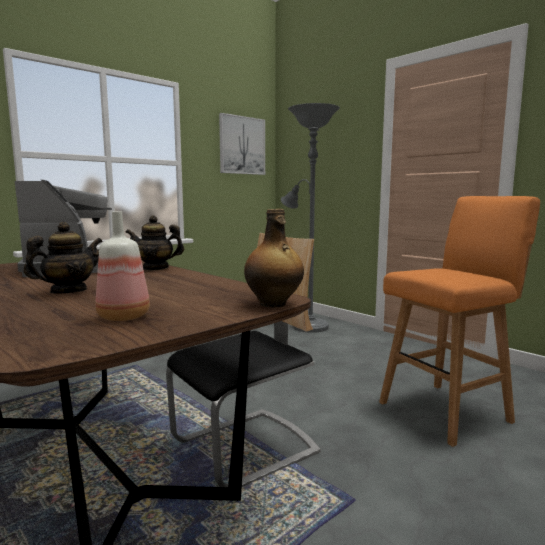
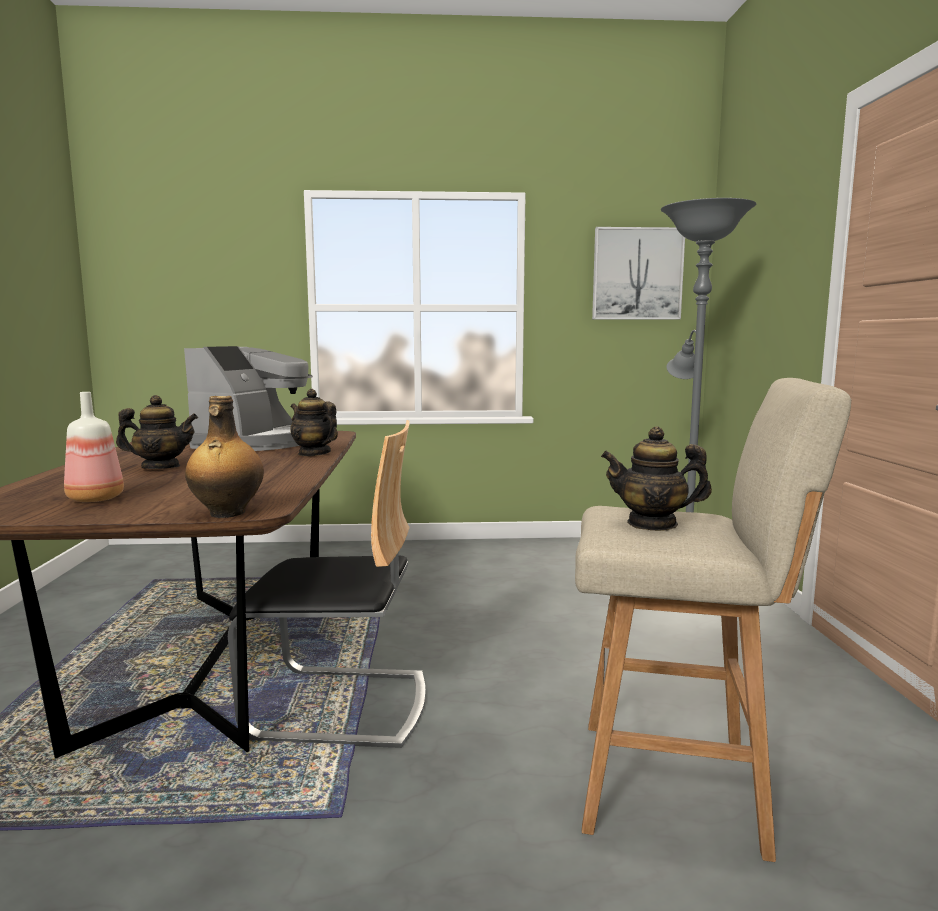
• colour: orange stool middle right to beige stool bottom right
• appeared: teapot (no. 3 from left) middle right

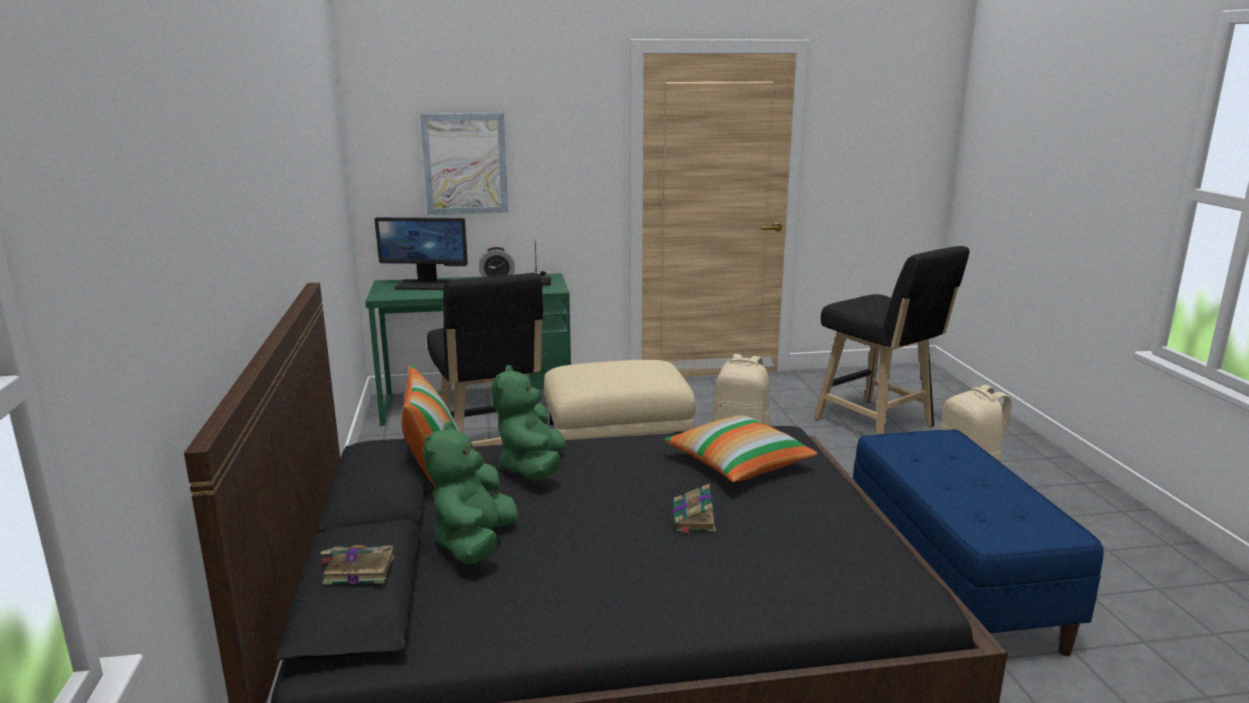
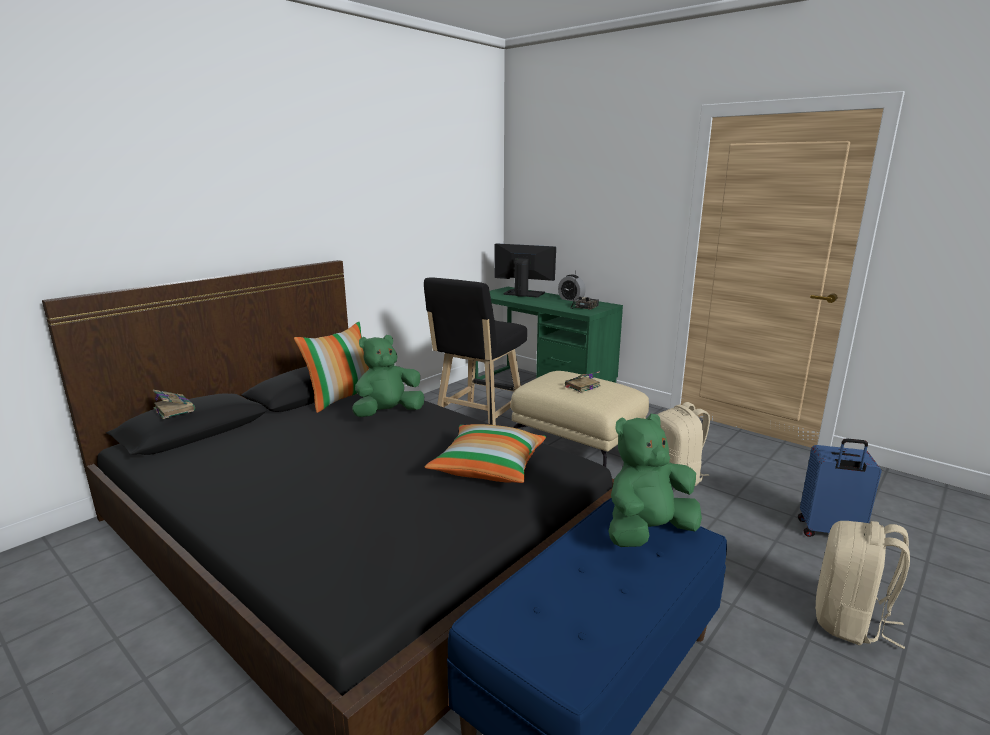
• missing: picture top centre
• spun: monitor centre = centre 150 degrees clockwise
• exchanged: black stool (no. 2 from left) middle right to blue suitcase middle right
• relocated: green plush toy (no. 1 from left in the first image) bottom centre to green plush toy (no. 2 from left) centre
• relocated: book (no. 2 from left) bottom centre to centre

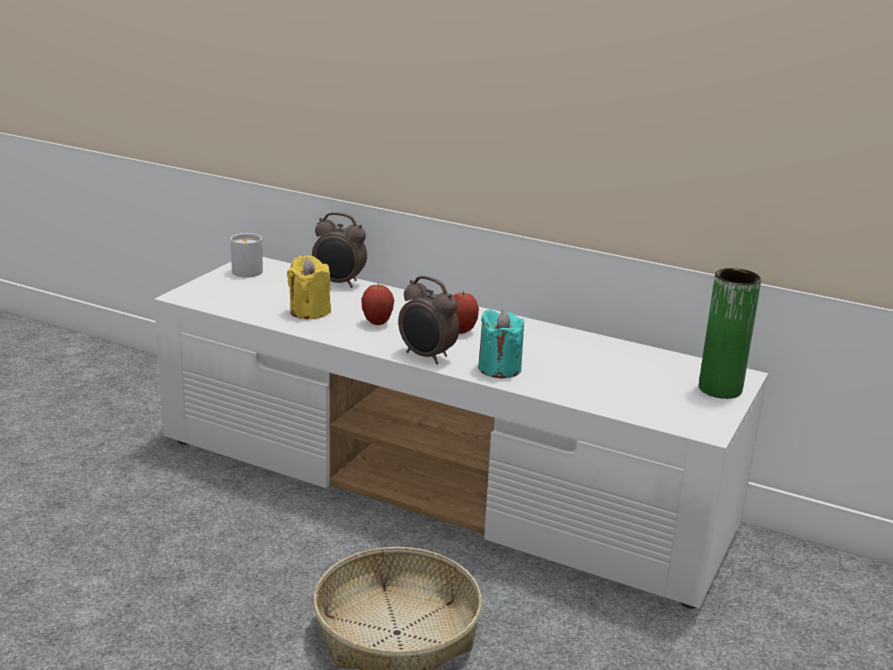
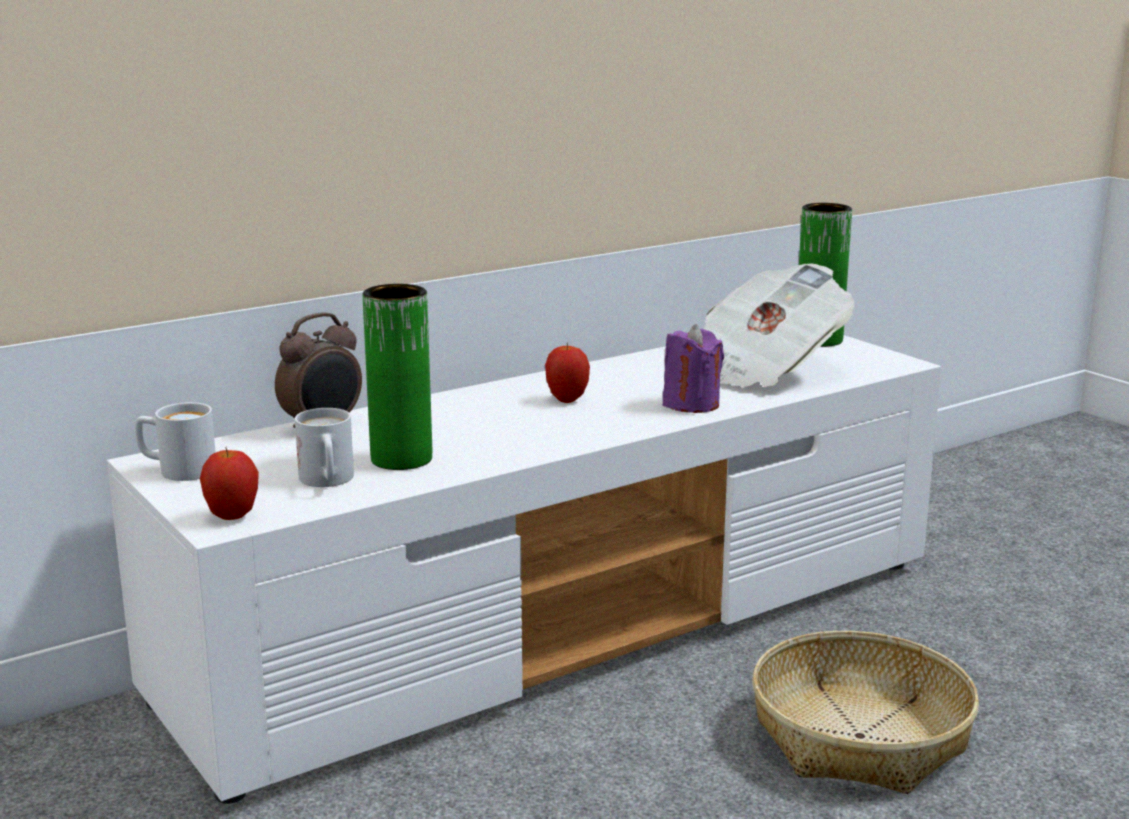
• exchanged: yellow candle centre to green vase (no. 1 from left) centre
• missing: alarm clock (no. 2 from left) centre
• relocated: apple (no. 1 from left) centre to middle left
• colour: turquoise candle centre to purple candle centre
• appeared: newspaper middle right
• appeared: white mug (no. 2 from left) middle left

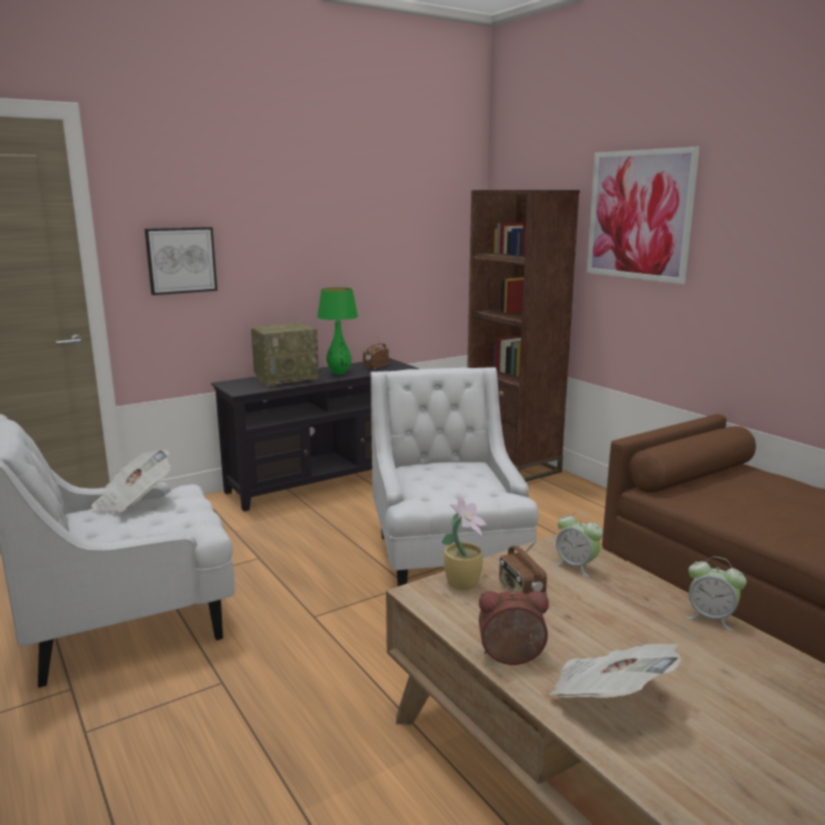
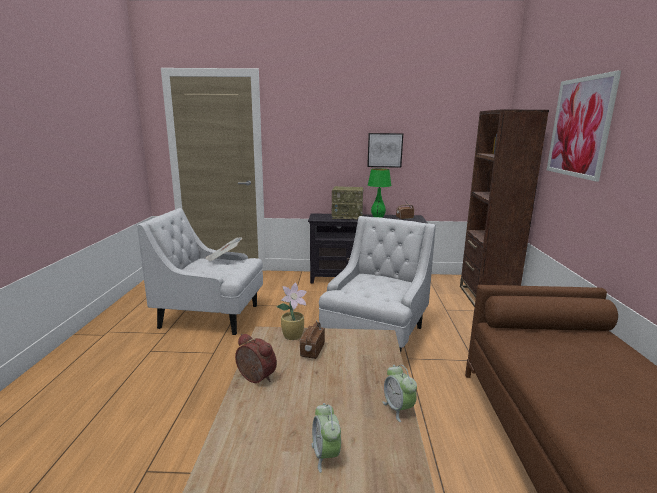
• relocated: picture (no. 1 from left) top left to top centre
• relocated: alarm clock (no. 2 from left) middle right to bottom centre
• missing: newspaper (no. 2 from left) bottom right

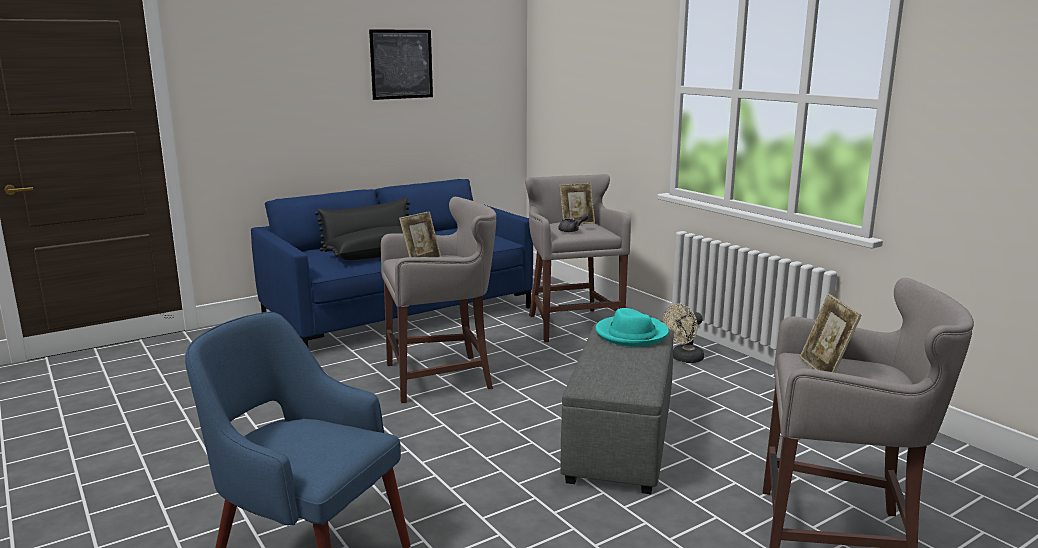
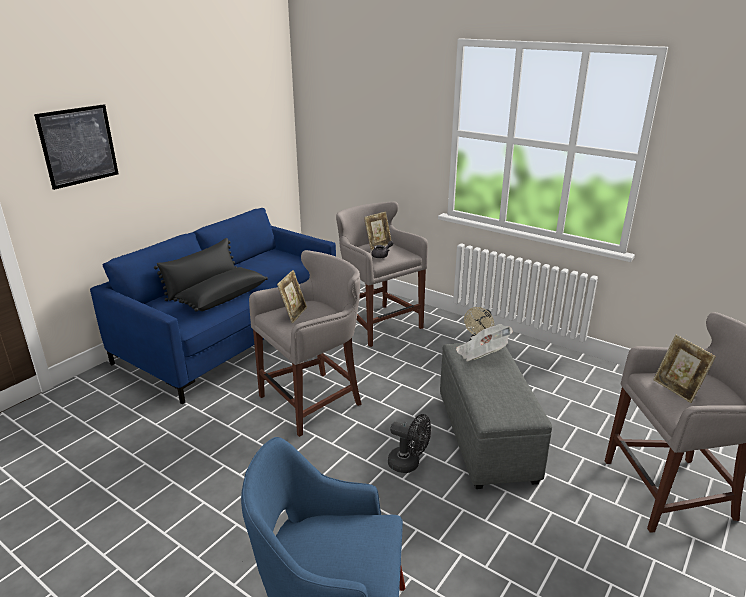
• relocated: picture top centre to top left
• exchanged: turquoise hat centre to newspaper centre
• appeared: black fan bottom centre

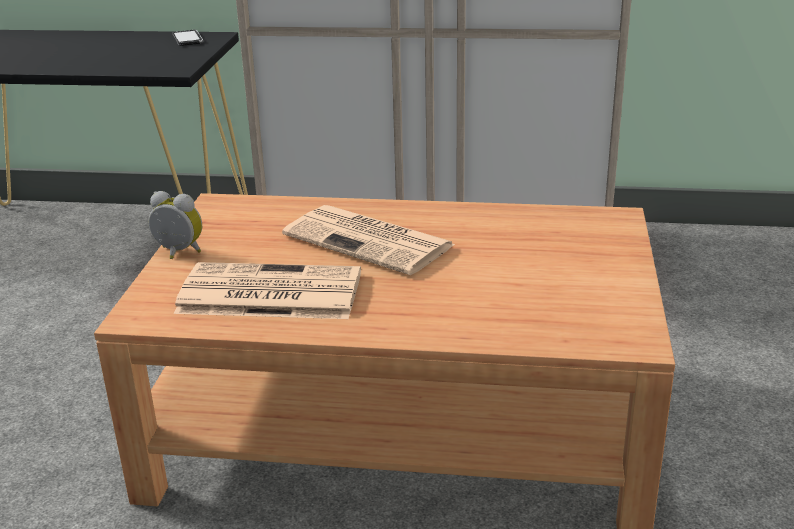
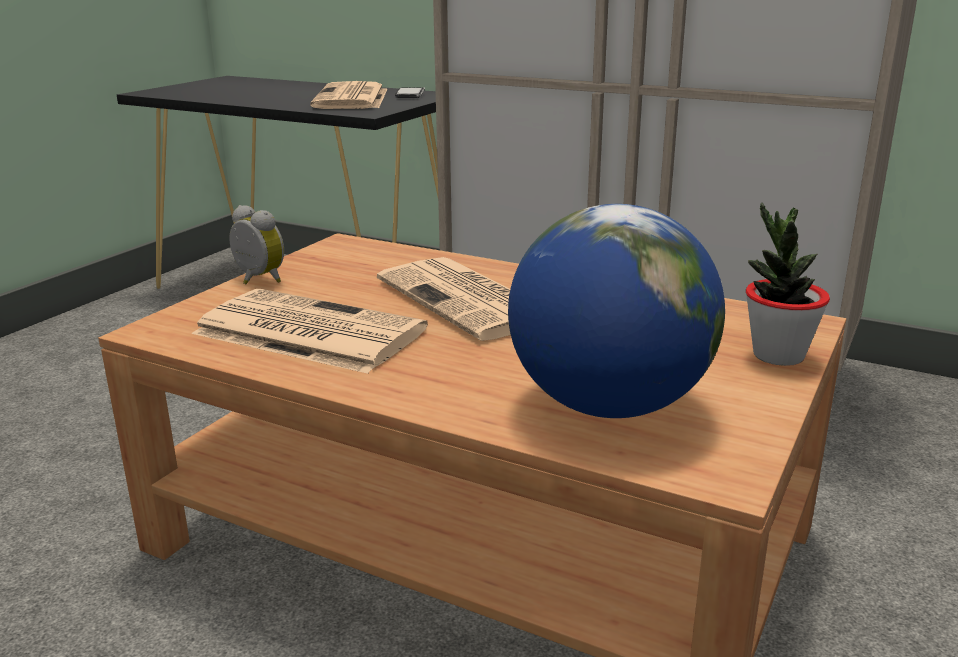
• appeared: newspaper (no. 2 from left) top centre
• appeared: potted plant middle right
• appeared: globe centre

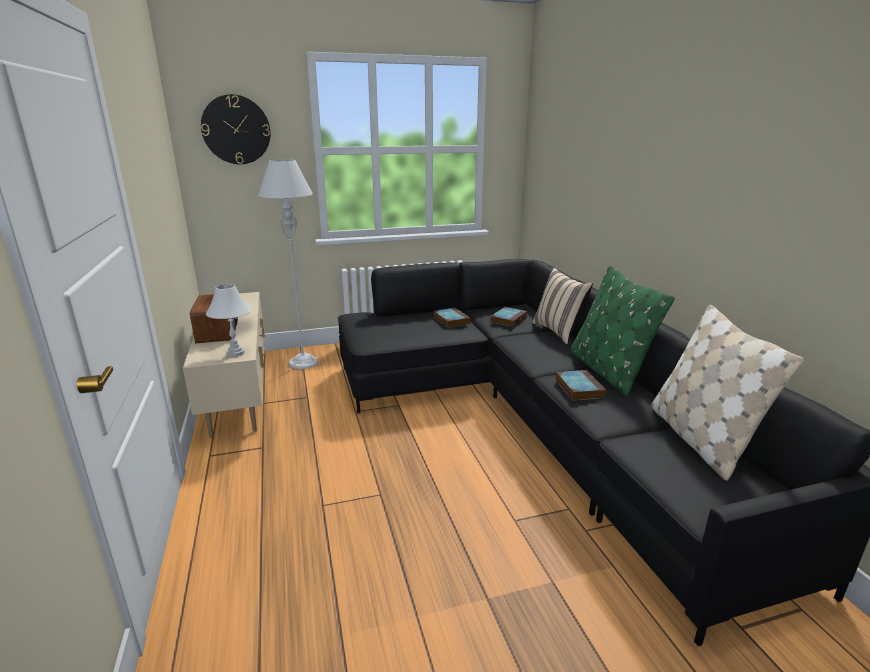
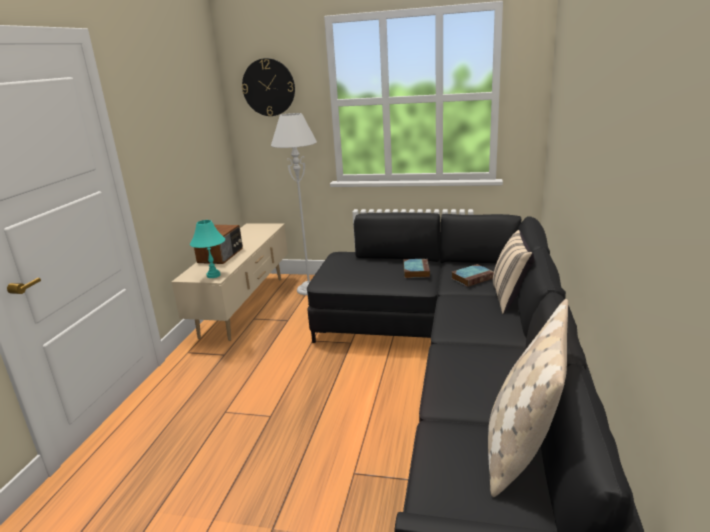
• missing: green pillow middle right
• colour: white table lamp middle left to turquoise table lamp middle left
• missing: book (no. 3 from left) middle right

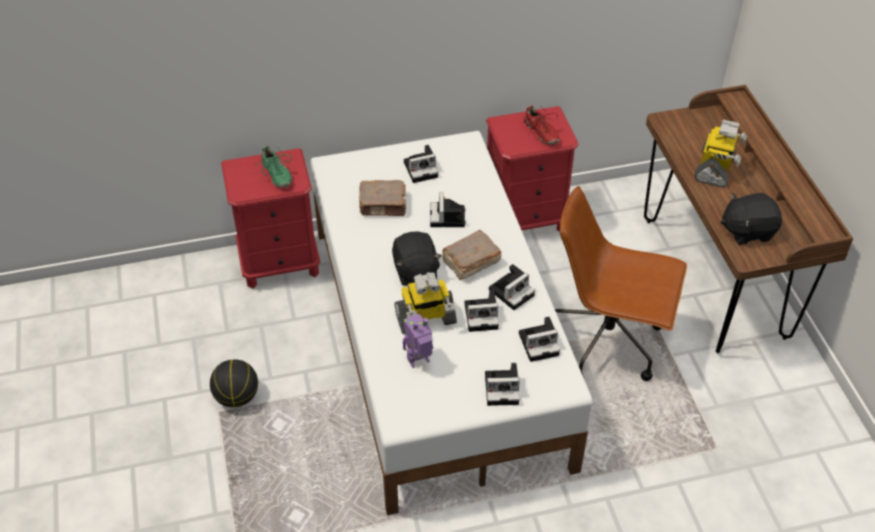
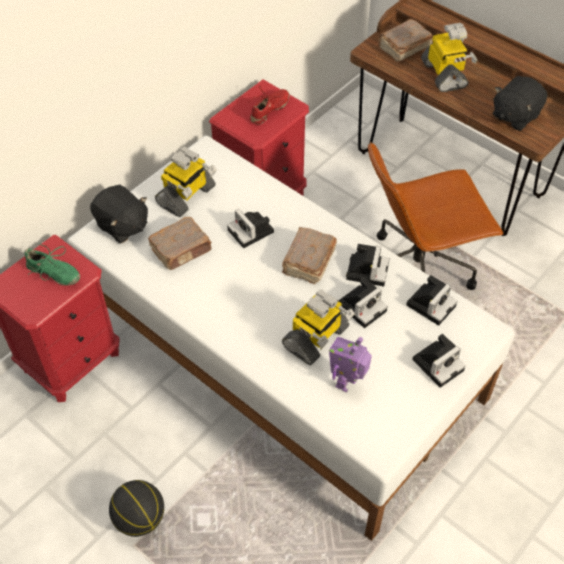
• spun: red shoe top centre = top centre 75 degrees counterclockwise
• exchanged: photo camera (no. 1 from left) top centre to toy robot (no. 1 from left) top left
• relocated: black plush toy (no. 1 from left) centre to middle left
• appeared: brown book (no. 3 from left) top right

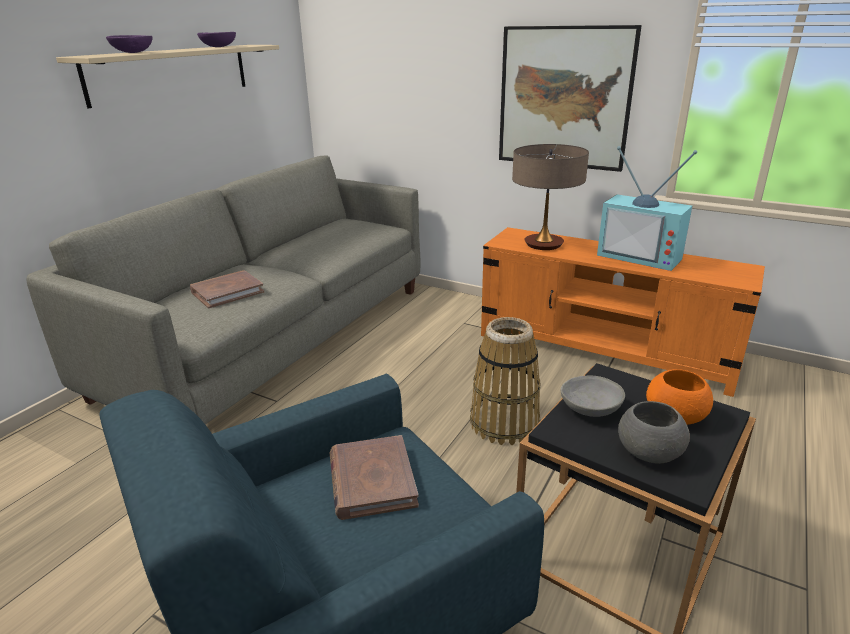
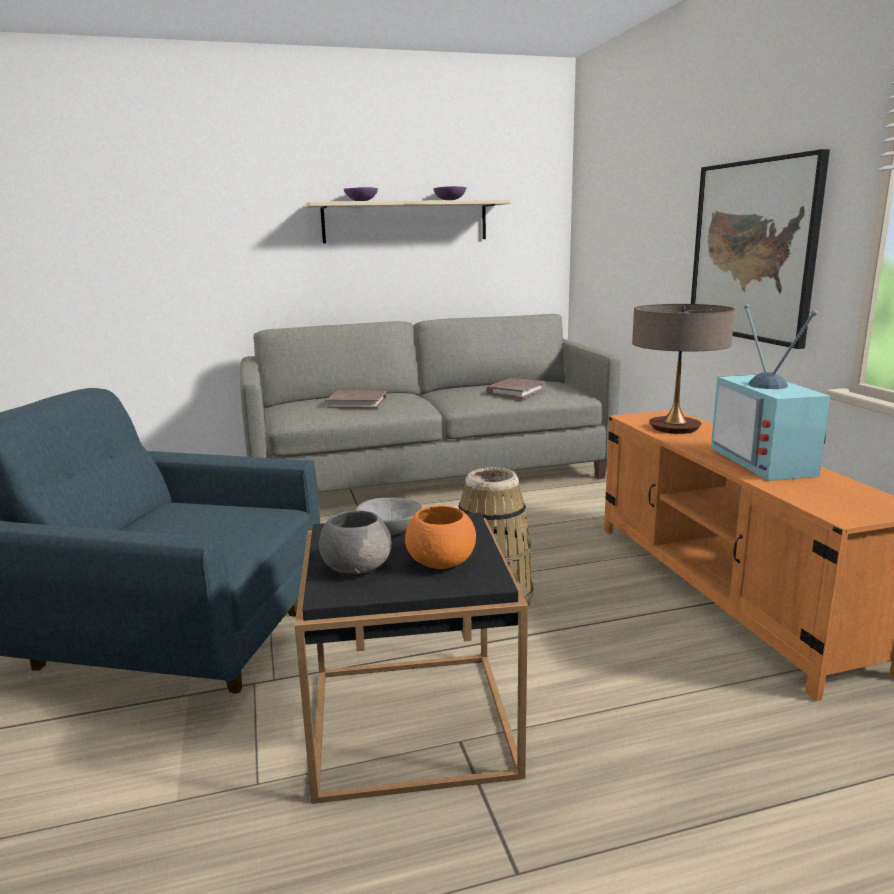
• relocated: brown book (no. 2 from left) bottom centre to centre

